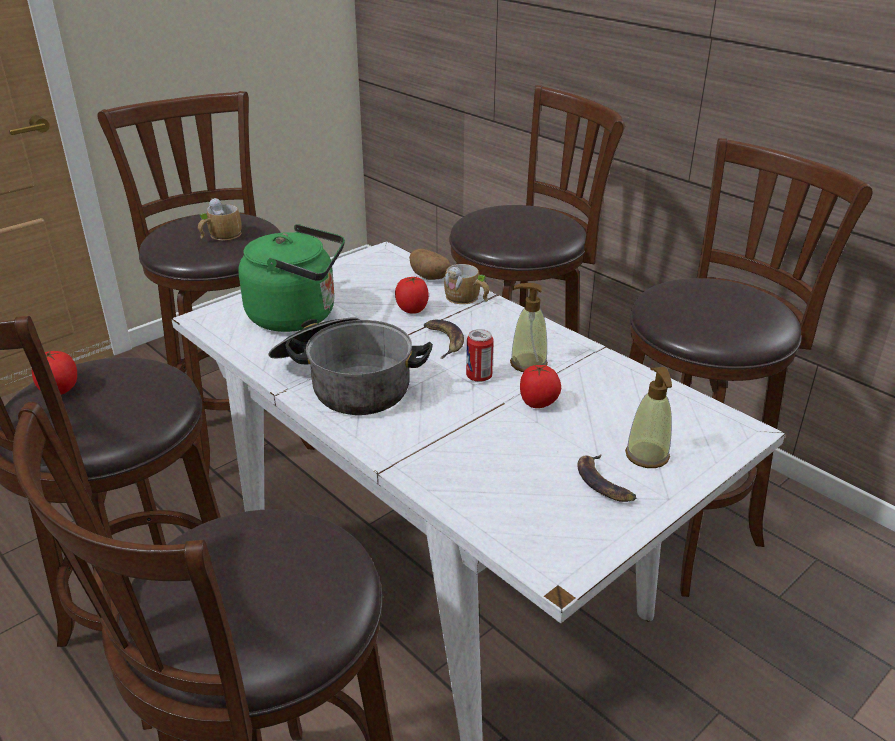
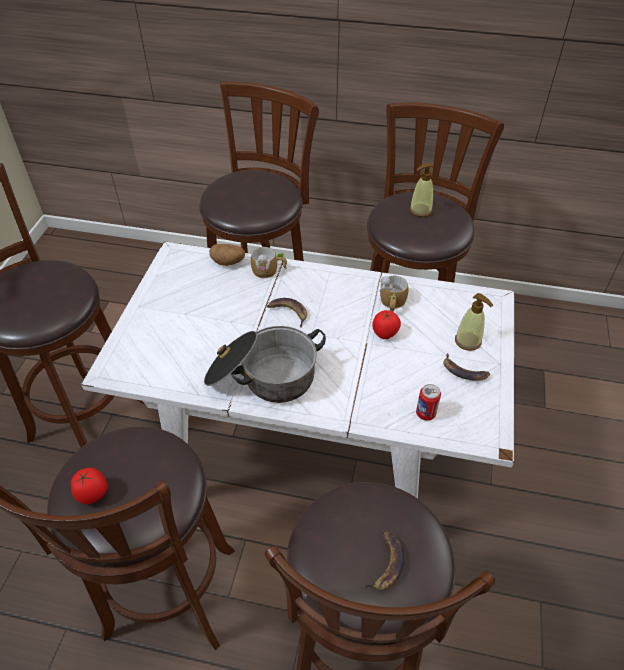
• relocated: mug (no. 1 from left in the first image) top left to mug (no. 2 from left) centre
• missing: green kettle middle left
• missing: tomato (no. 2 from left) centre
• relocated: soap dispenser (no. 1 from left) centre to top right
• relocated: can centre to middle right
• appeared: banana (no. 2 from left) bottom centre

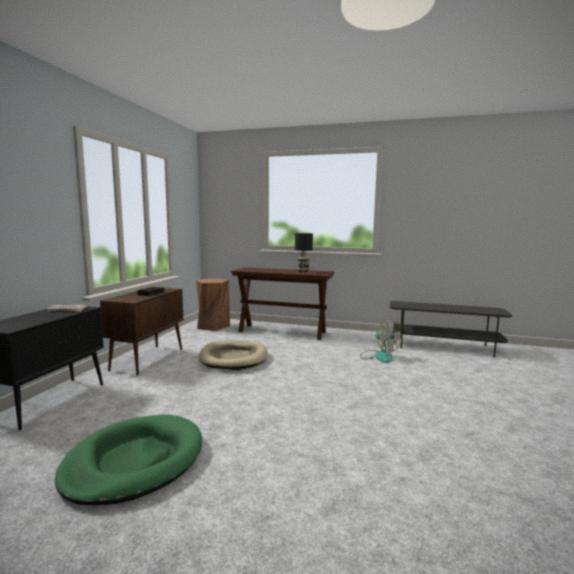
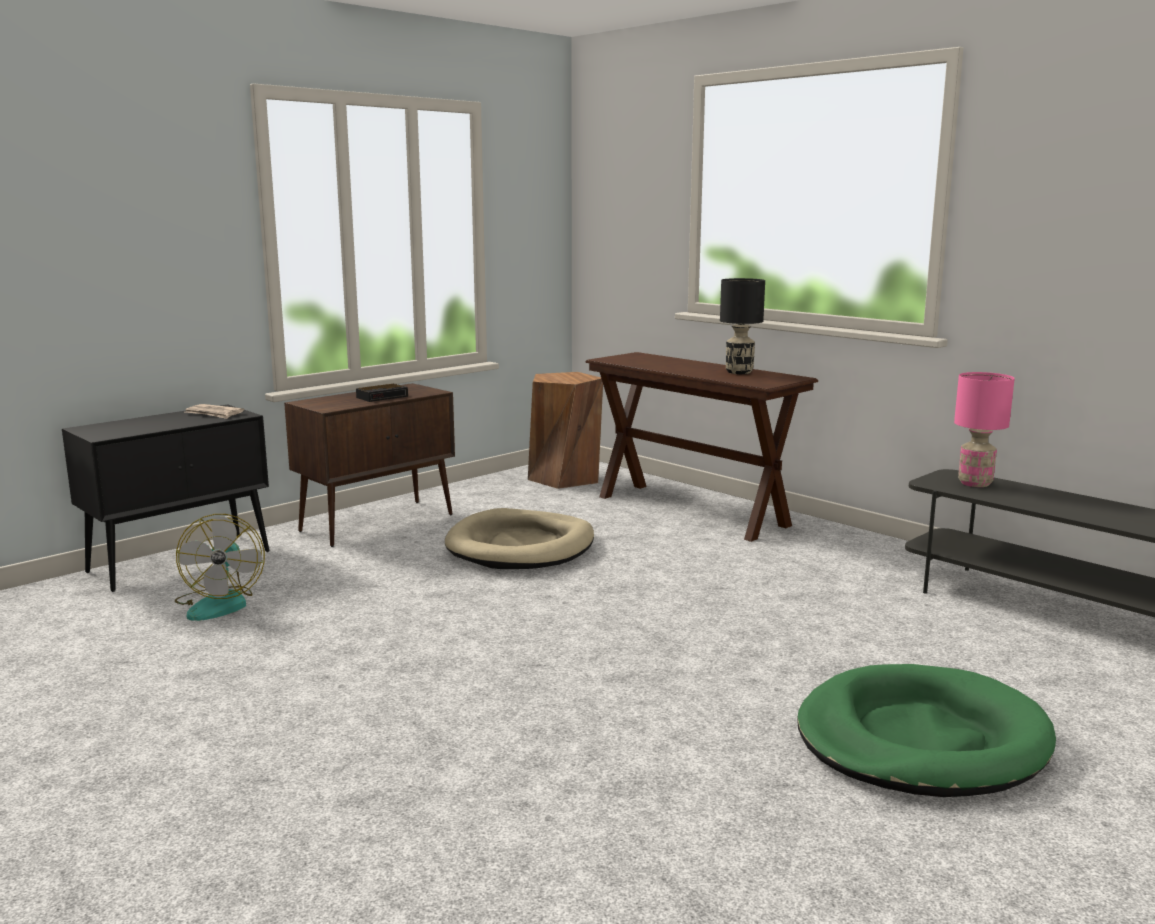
• relocated: fan centre to middle left
• relocated: green dog bed bottom left to bottom right
• appeared: pink table lamp middle right

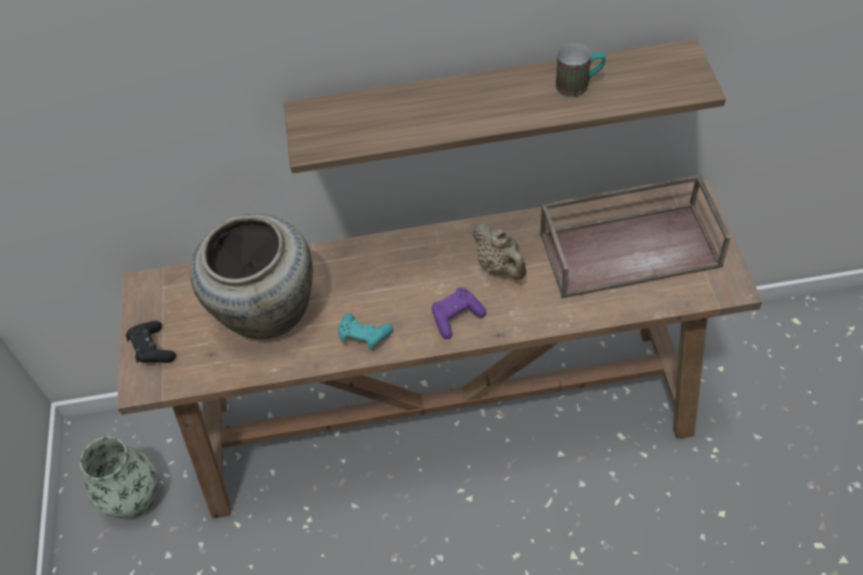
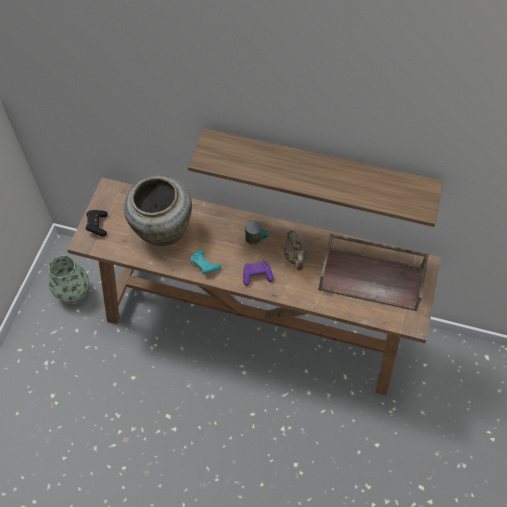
• relocated: mug top right to centre

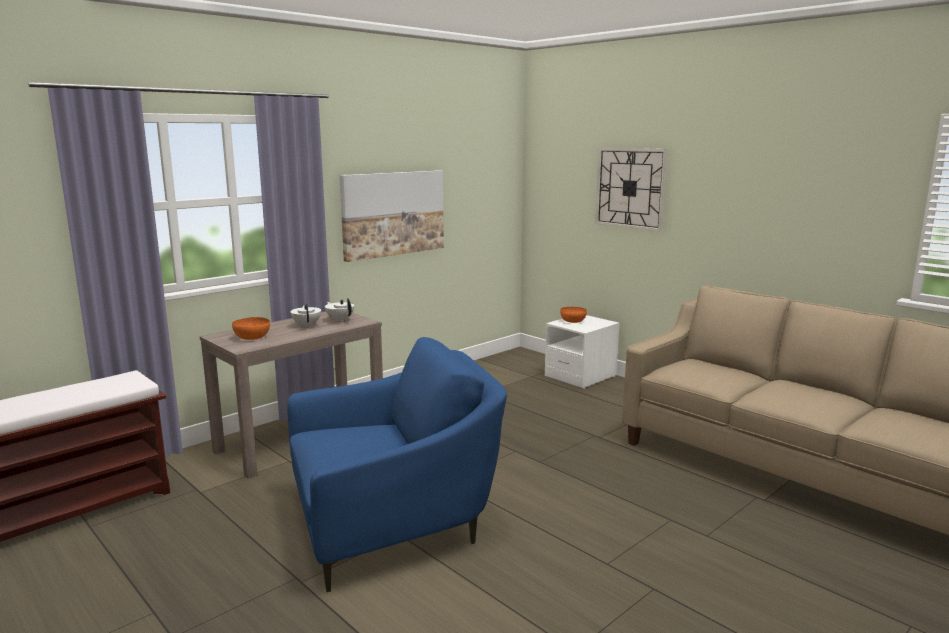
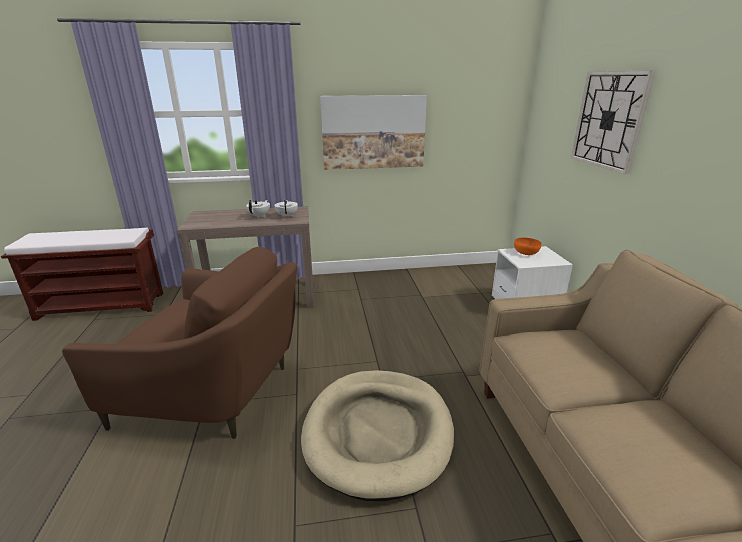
• missing: orange bowl (no. 1 from left) middle left
• colour: blue armchair bottom centre to brown armchair middle left
• appeared: beige dog bed bottom centre

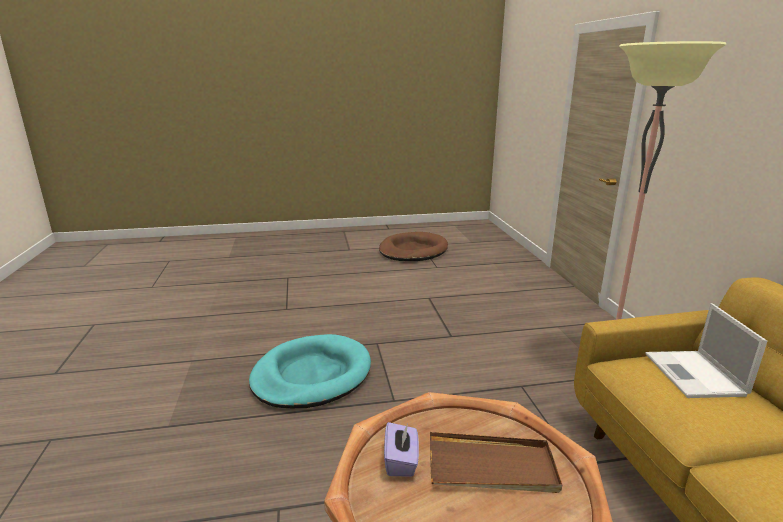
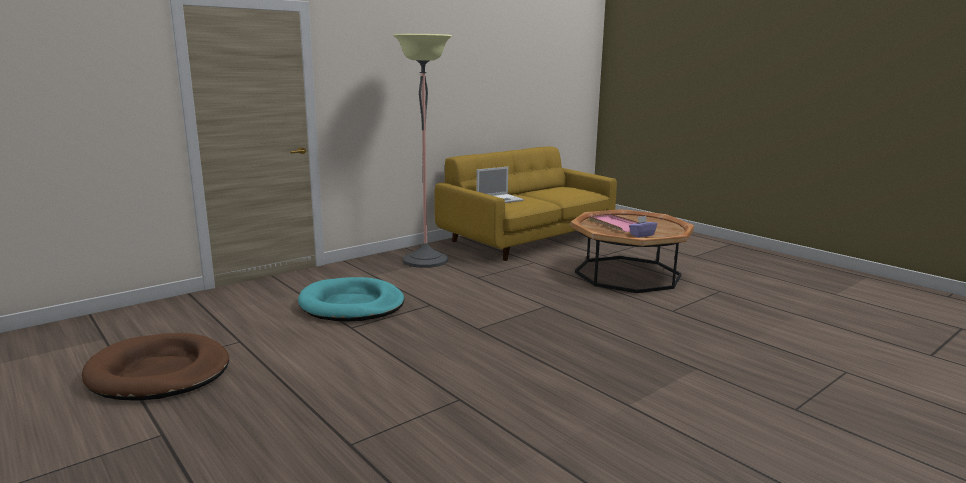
• relocated: turquoise dog bed bottom centre to centre
• colour: brown tray bottom centre to pink tray centre

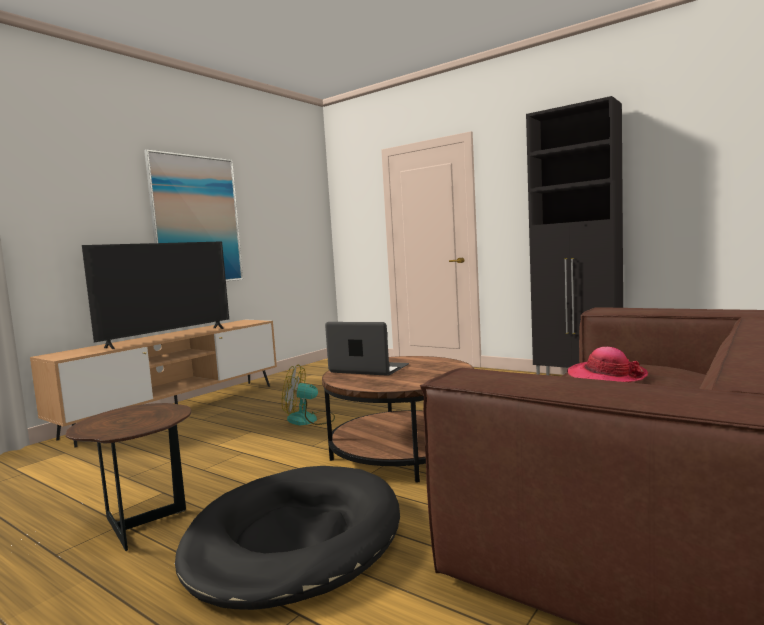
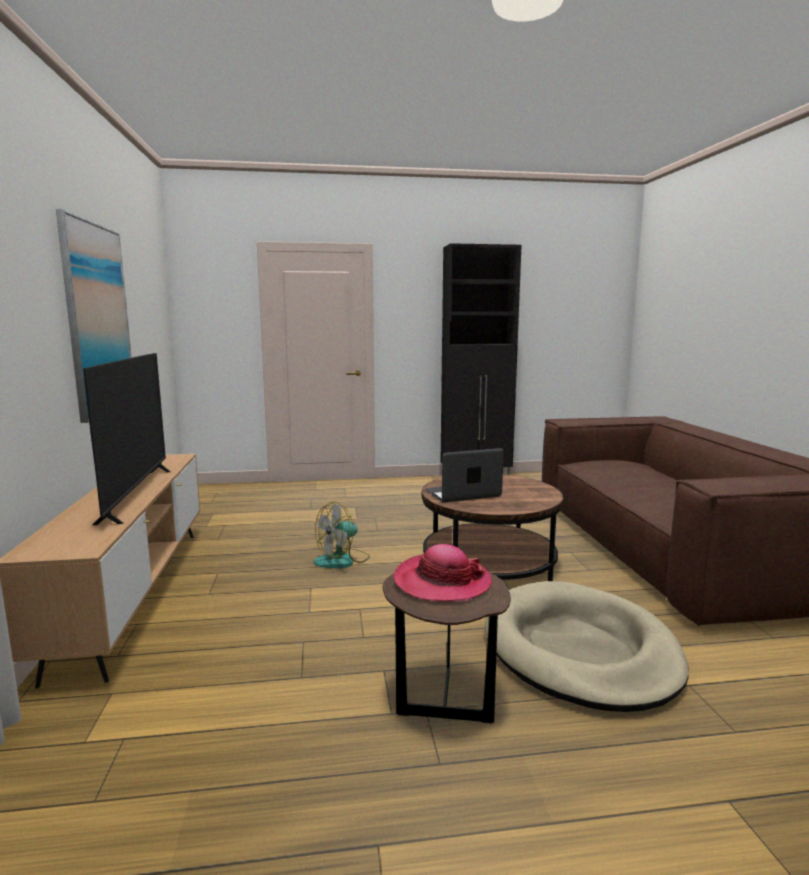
• relocated: hat middle right to centre
• colour: black dog bed bottom centre to beige dog bed bottom right

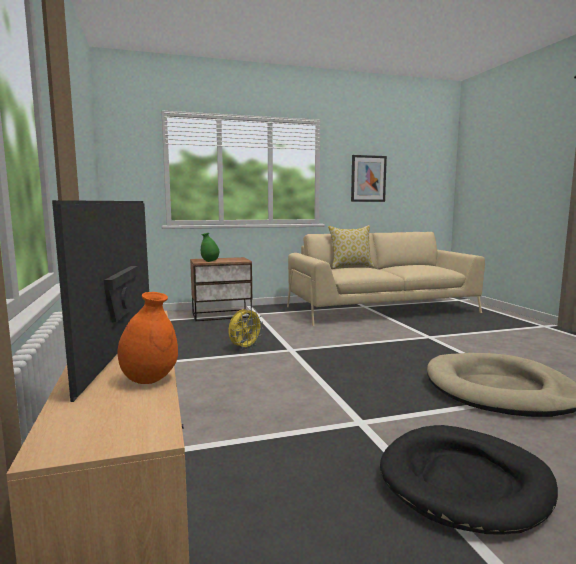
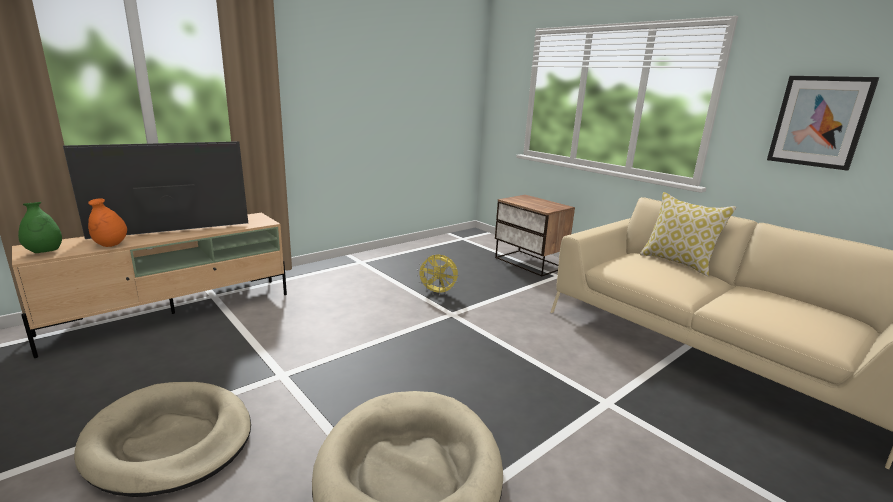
• relocated: green vase centre to middle left
• colour: black dog bed bottom right to beige dog bed (no. 1 from left) bottom left

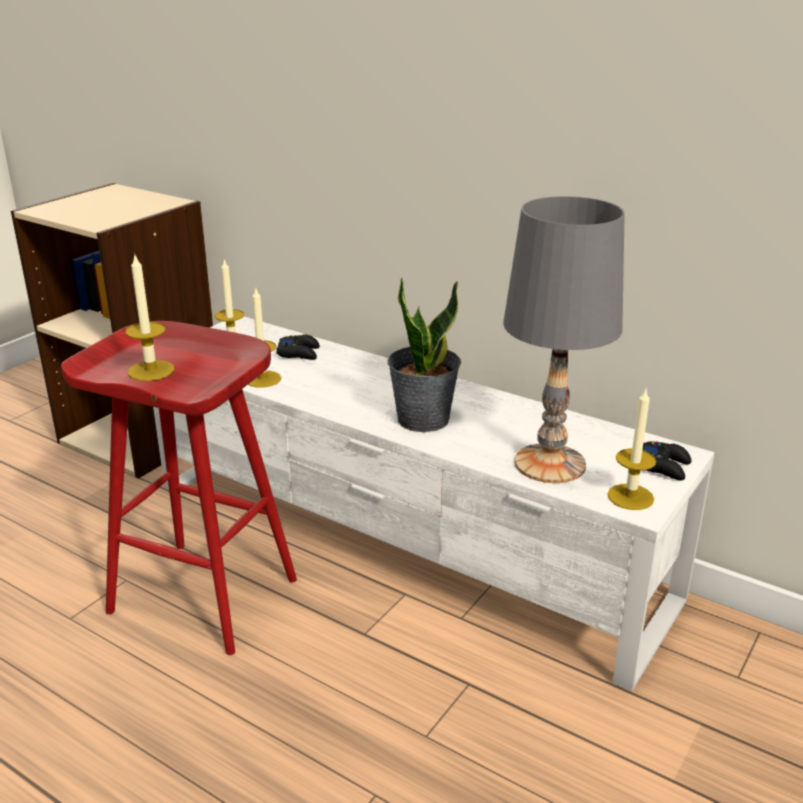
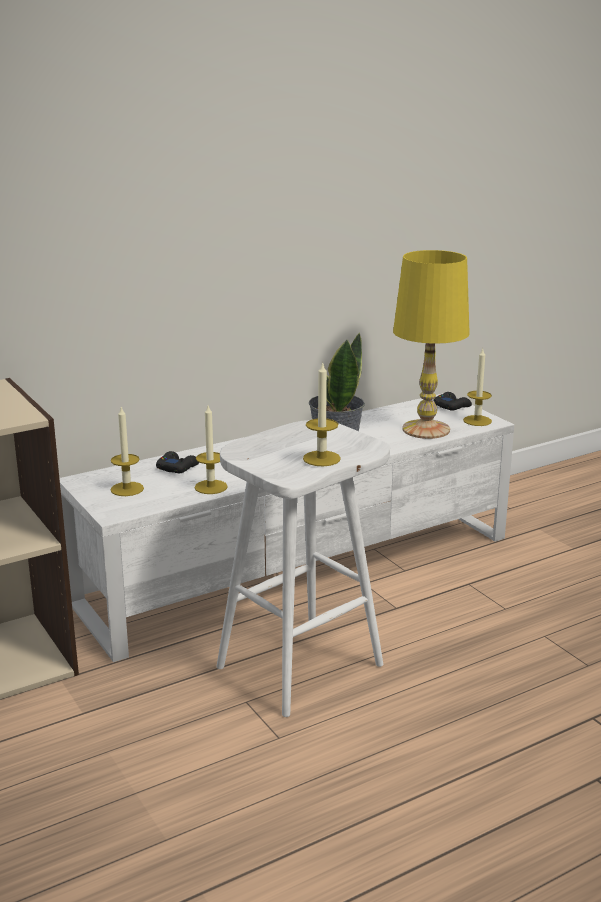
• colour: grey table lamp middle right to yellow table lamp middle right
• colour: red stool middle left to white stool centre

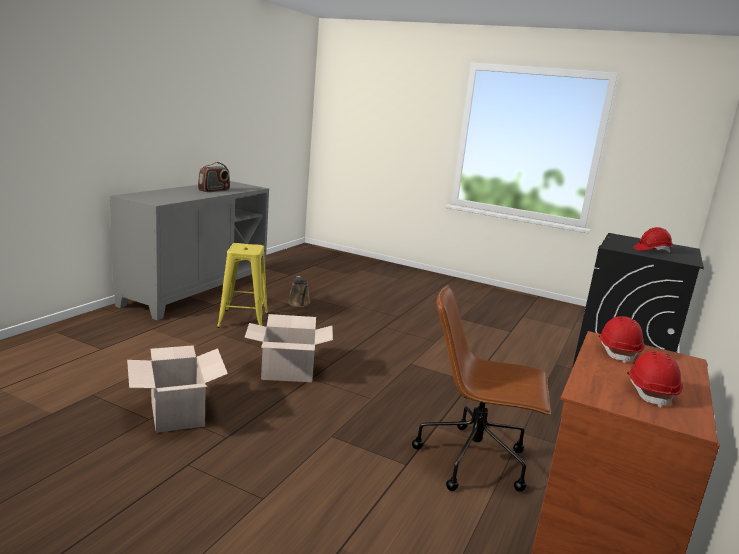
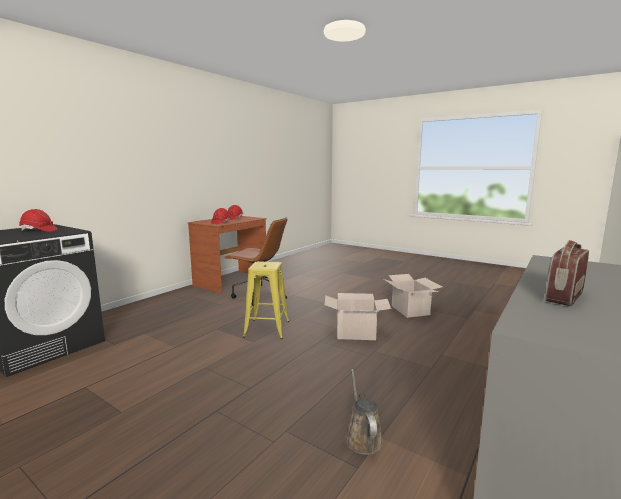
• relocated: yellow stool middle left to centre

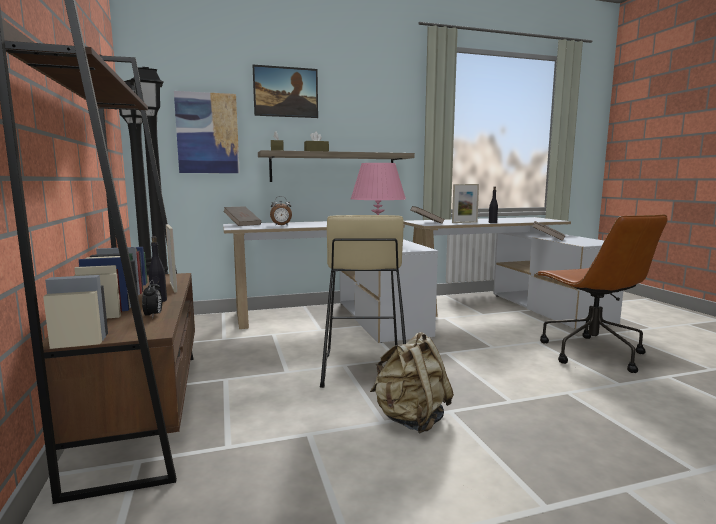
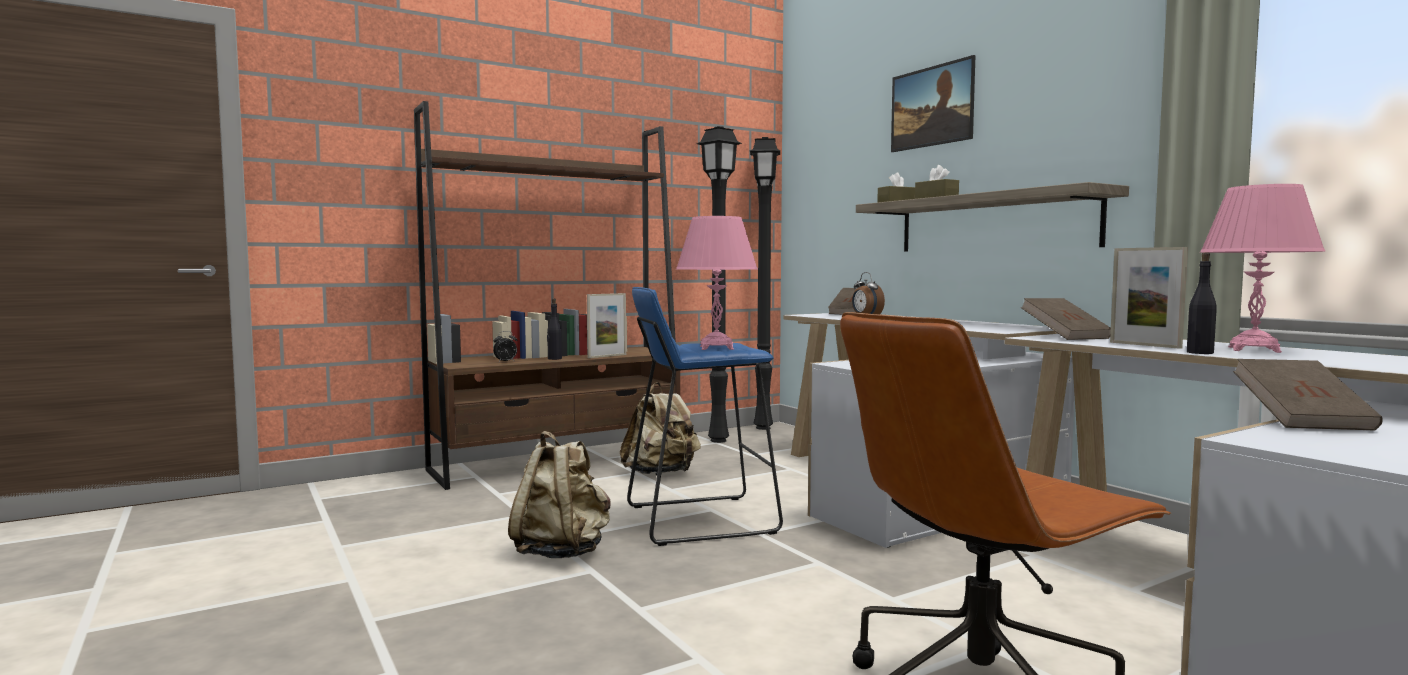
• missing: picture (no. 1 from left) top left
• colour: beige stool centre to blue stool centre
• appeared: pink table lamp (no. 2 from left) middle right
• appeared: beige backpack (no. 2 from left) centre

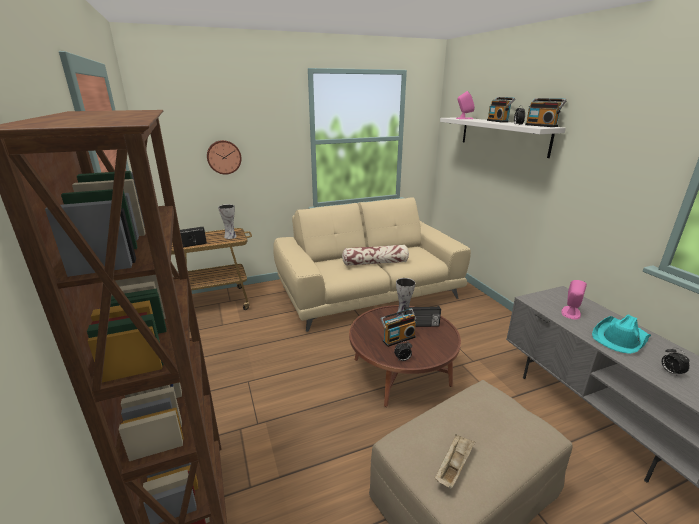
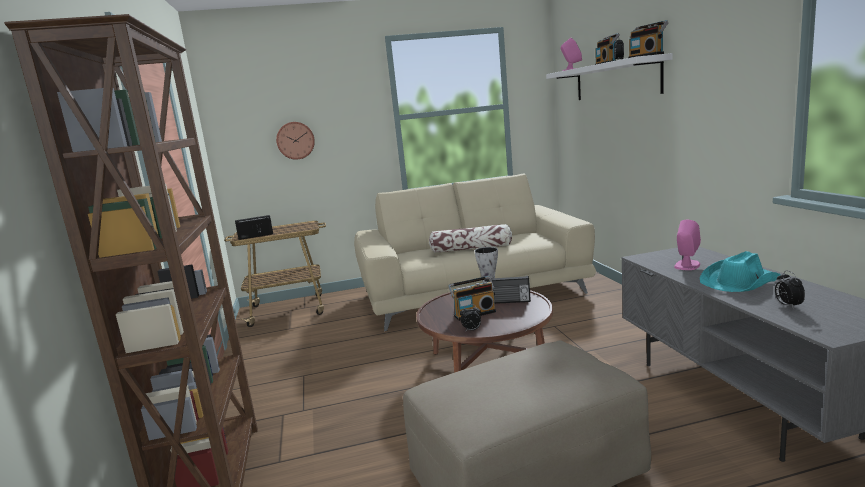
• missing: vase (no. 1 from left) middle left
• missing: beige tray bottom centre

